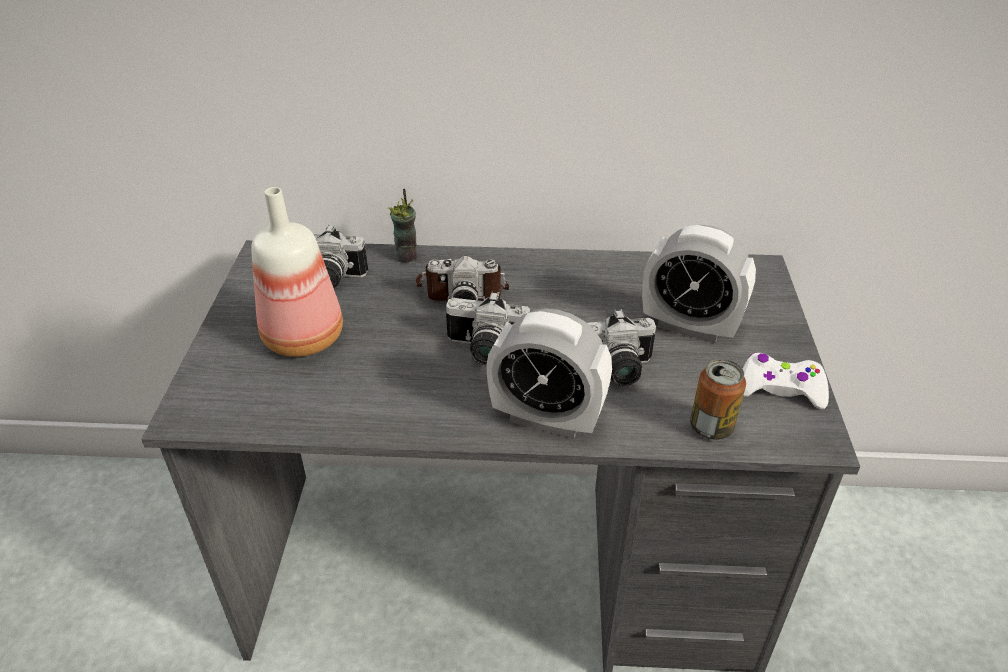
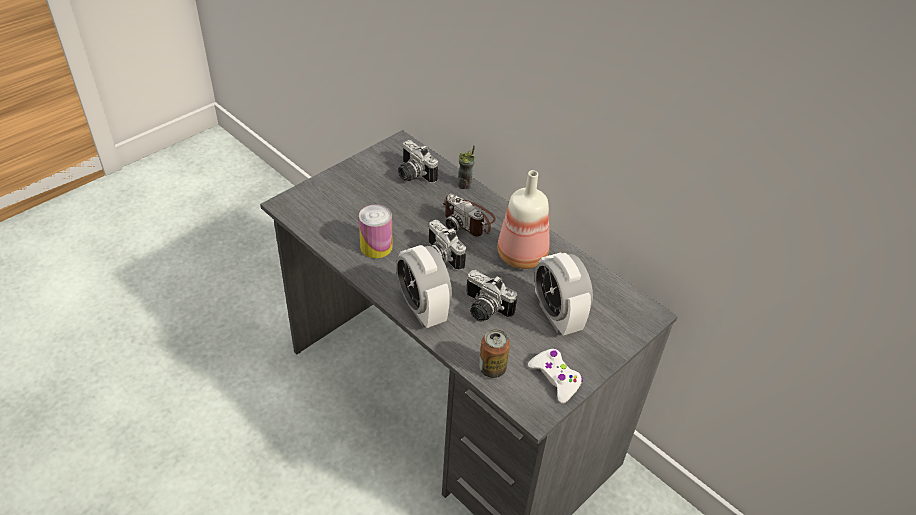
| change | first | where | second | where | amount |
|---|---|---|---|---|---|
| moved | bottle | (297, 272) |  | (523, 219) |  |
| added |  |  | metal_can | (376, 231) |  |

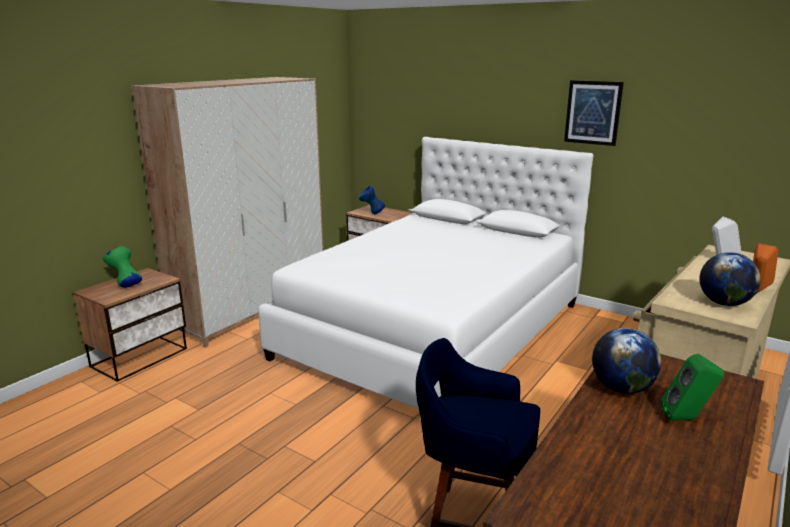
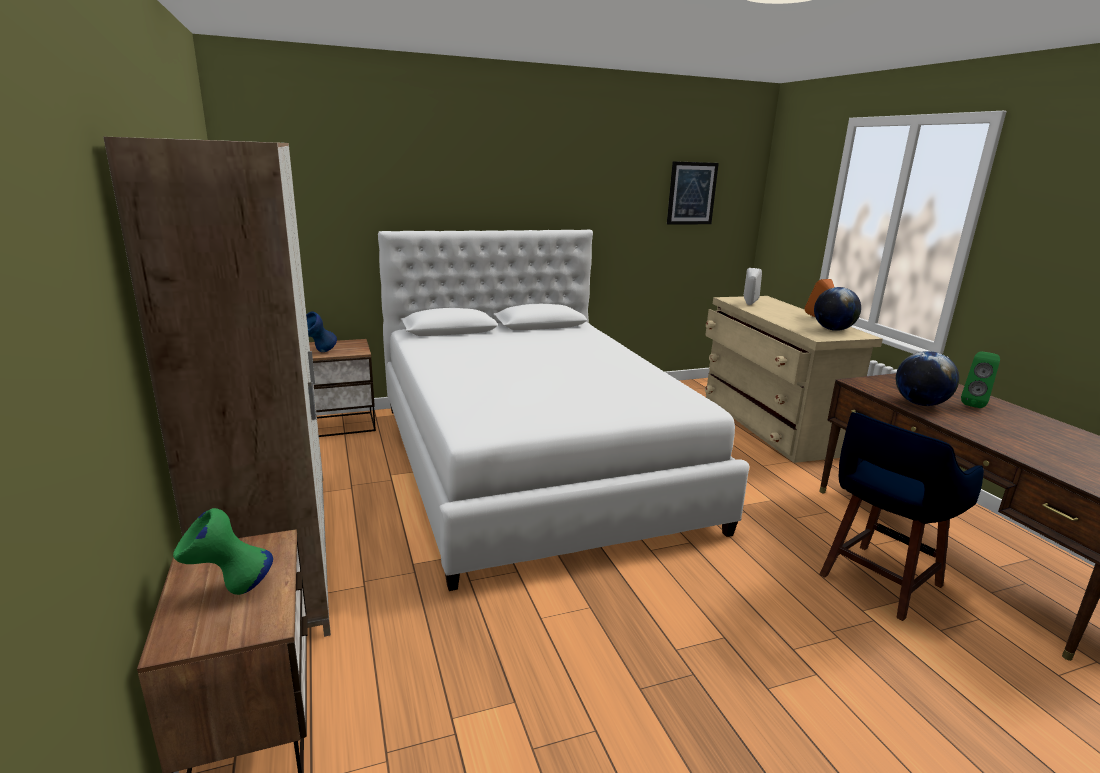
| change | first | where | second | where | amount |
|---|---|---|---|---|---|
| moved | picture | (594, 113) |  | (693, 193) |  |

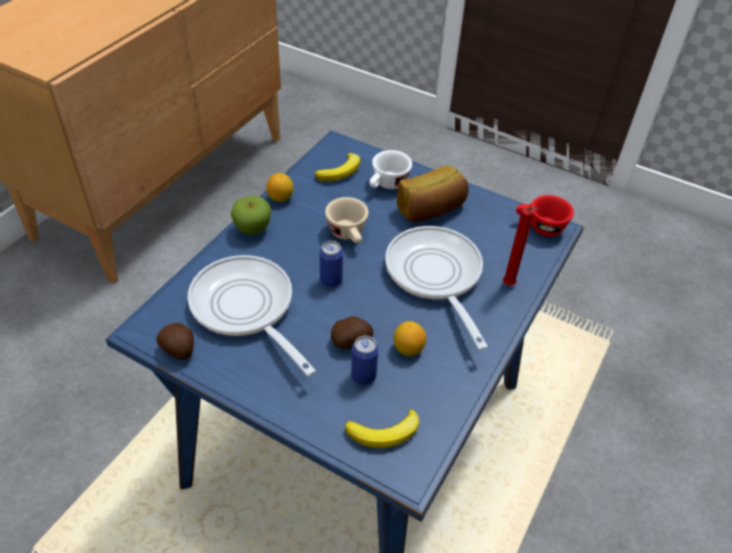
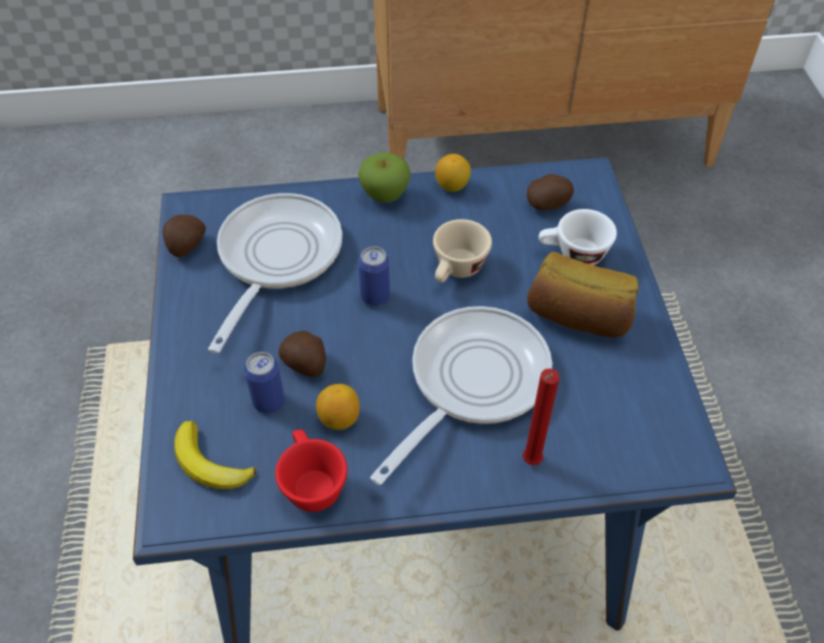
| change | first | where | second | where | amount |
|---|---|---|---|---|---|
| replaced | banana_fruit | (337, 167) | potato | (550, 192) |  |
| moved | red_cup | (545, 216) |  | (311, 470) |  |

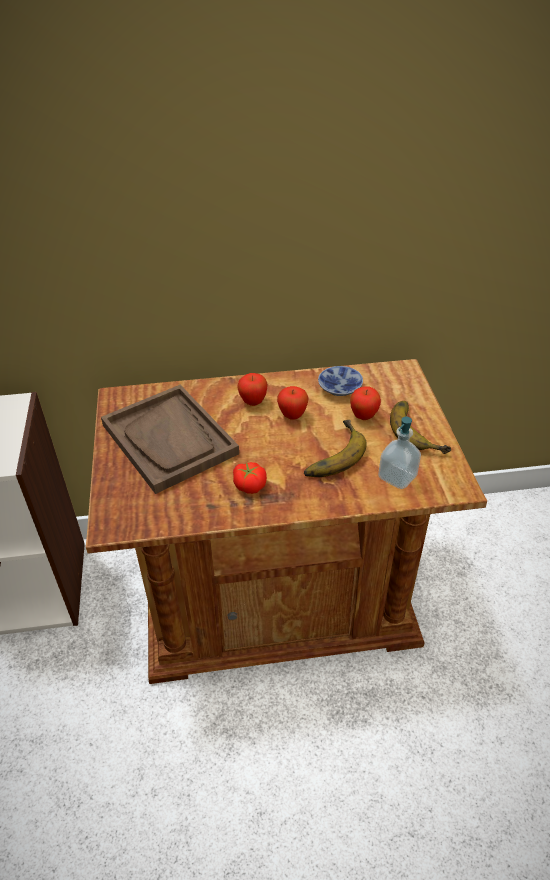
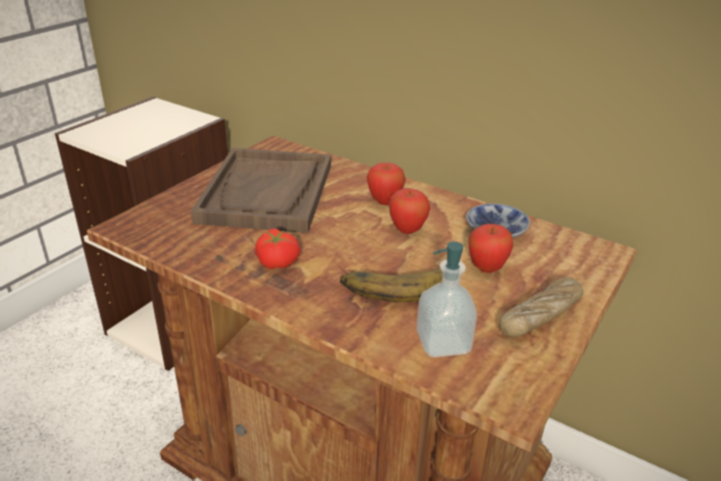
| change | first | where | second | where | amount |
|---|---|---|---|---|---|
| replaced | banana_fruit | (420, 427) | baked_bread | (541, 307) |  |

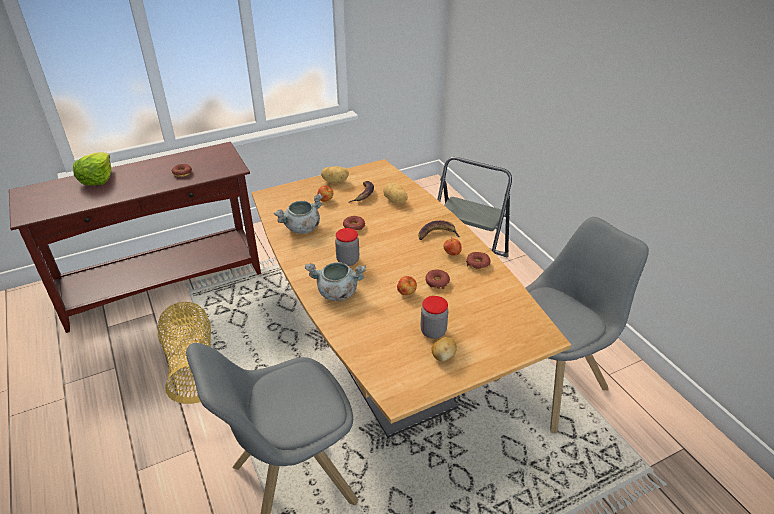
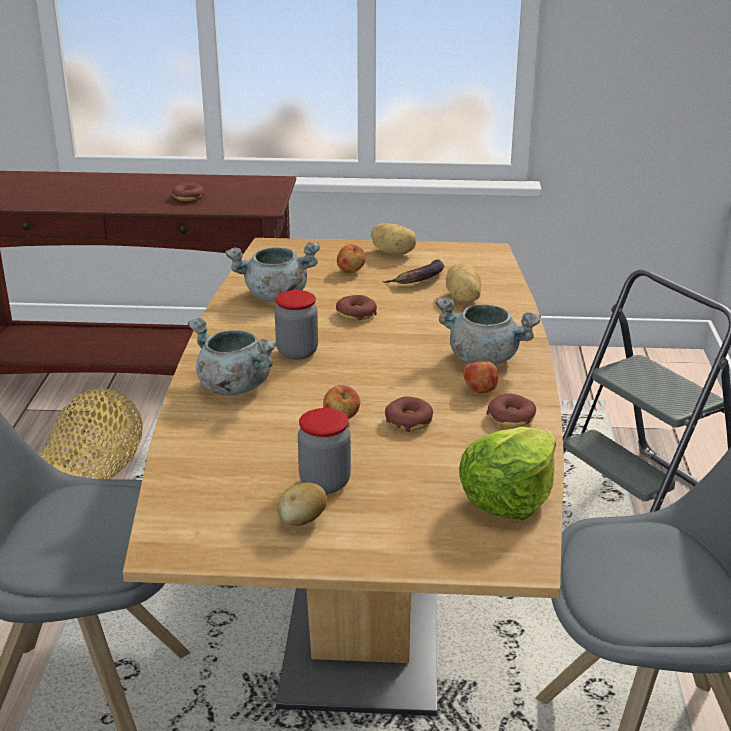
| change | first | where | second | where | amount |
|---|---|---|---|---|---|
| moved | lettuce_head | (92, 168) |  | (507, 473) |  |
| replaced | banana_fruit | (439, 230) | greyish_saucepot | (488, 331) |  |

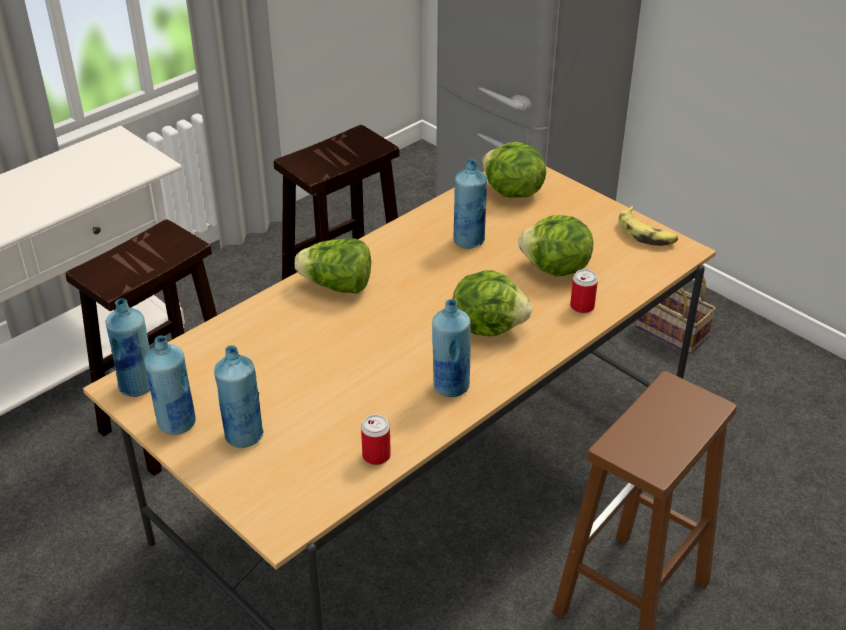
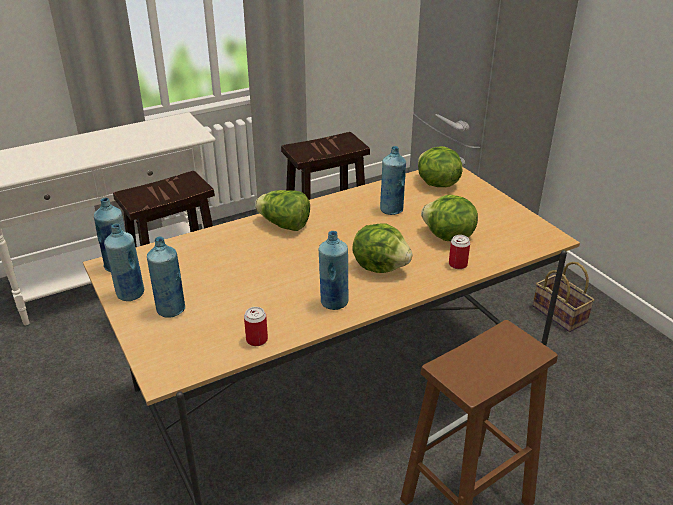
| change | first | where | second | where | amount |
|---|---|---|---|---|---|
| removed | banana_fruit | (648, 226) |  |  |  |

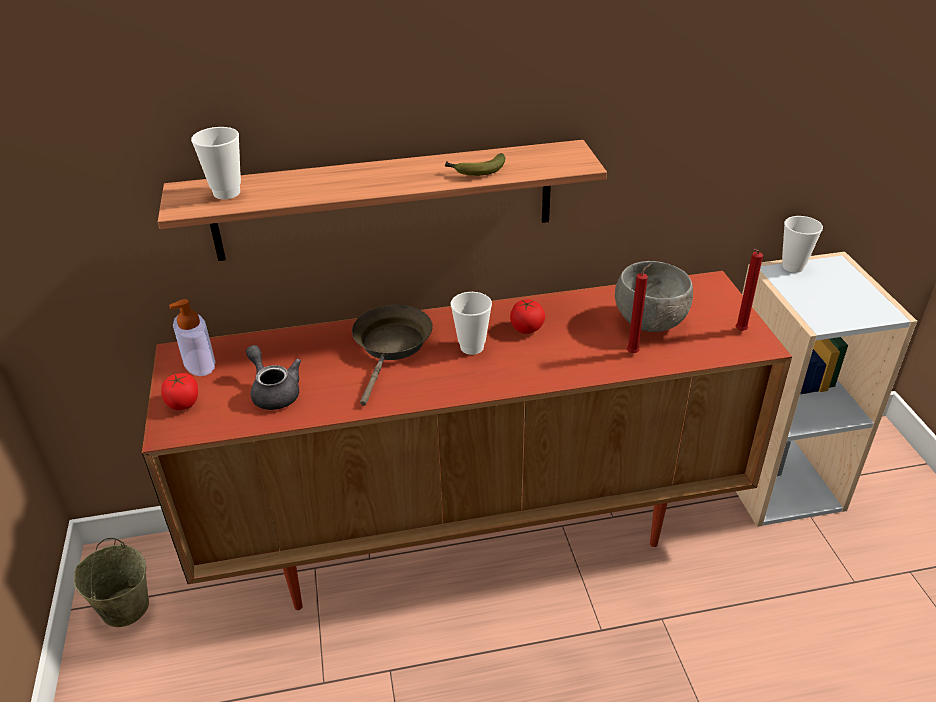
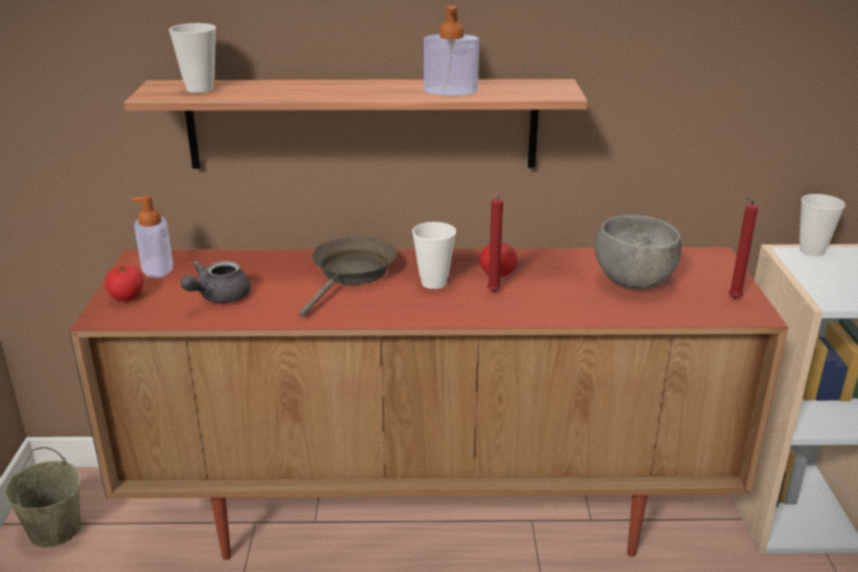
| change | first | where | second | where | amount |
|---|---|---|---|---|---|
| replaced | banana_fruit | (475, 164) | liquid_soap_bottle | (451, 51) |  |
| moved | red_candle | (639, 308) |  | (498, 240) |  |
| turned | greyish_tea_pot | (273, 377) |  | (216, 282) | 120 degrees counterclockwise |

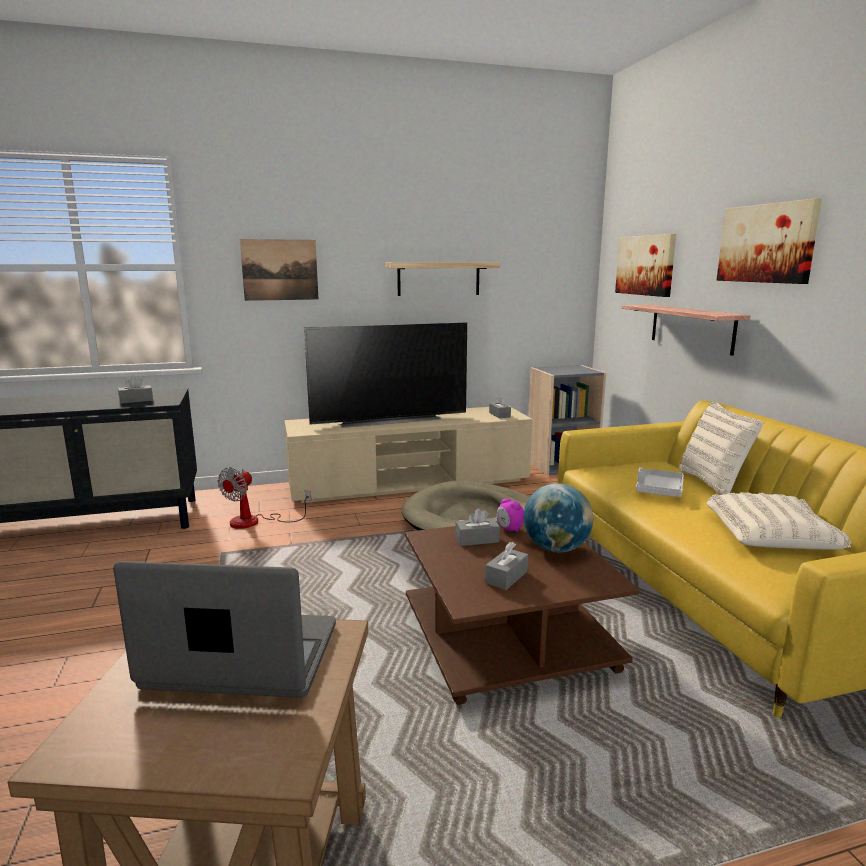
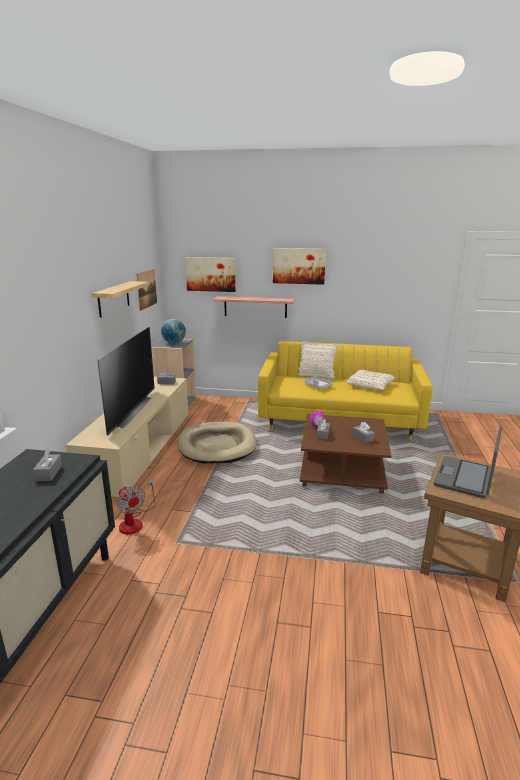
| change | first | where | second | where | amount |
|---|---|---|---|---|---|
| moved | picture | (279, 270) |  | (147, 290) |  |
| moved | globe | (558, 517) |  | (173, 331) |  |

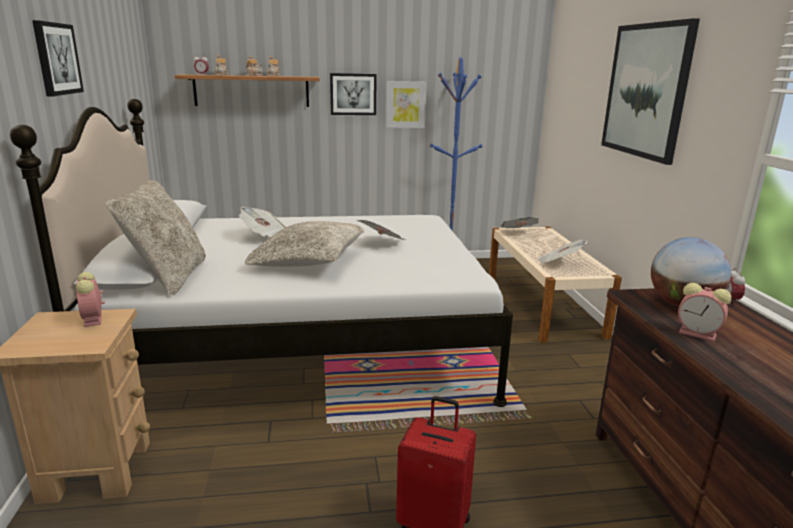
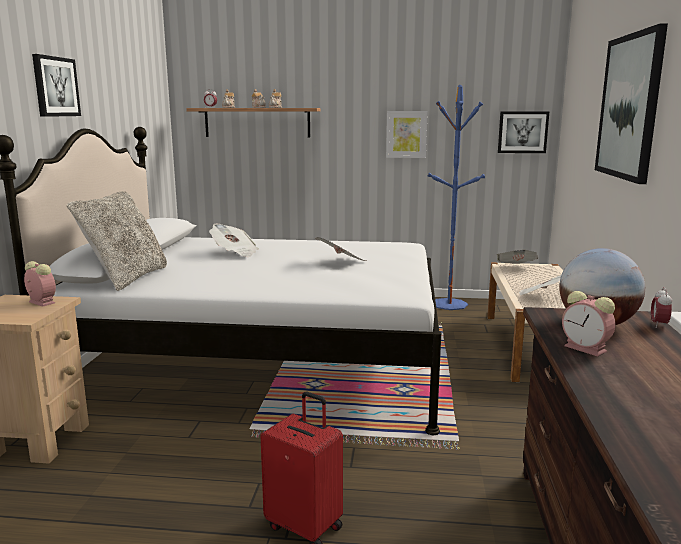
| change | first | where | second | where | amount |
|---|---|---|---|---|---|
| moved | picture | (353, 94) |  | (523, 132) |  |
| removed | beige_throw_pillow | (304, 244) |  |  |  |
| turned | table_clock | (90, 299) |  | (40, 284) | 135 degrees clockwise |

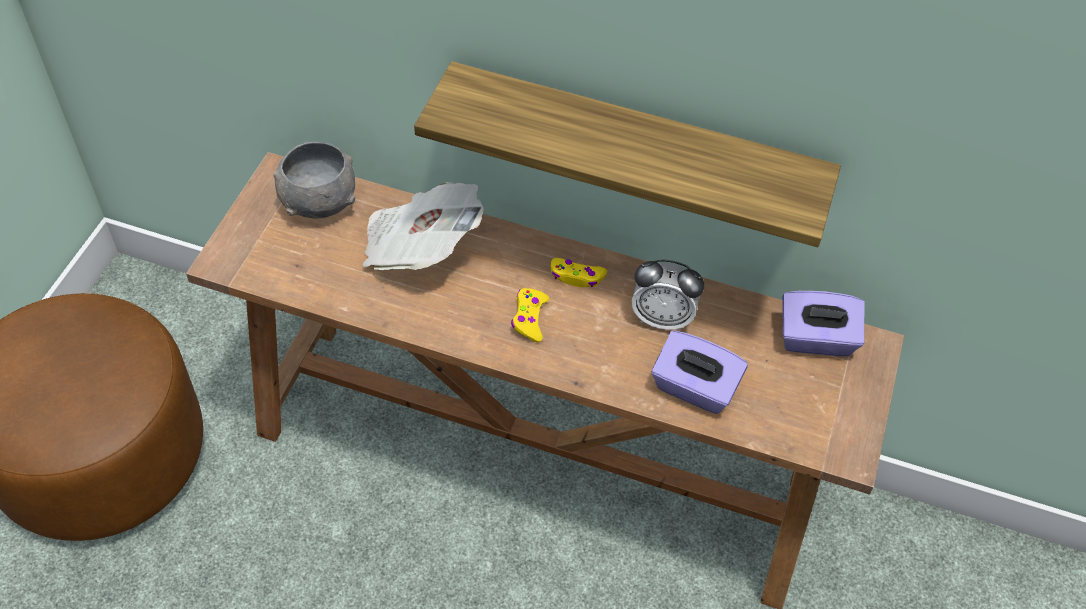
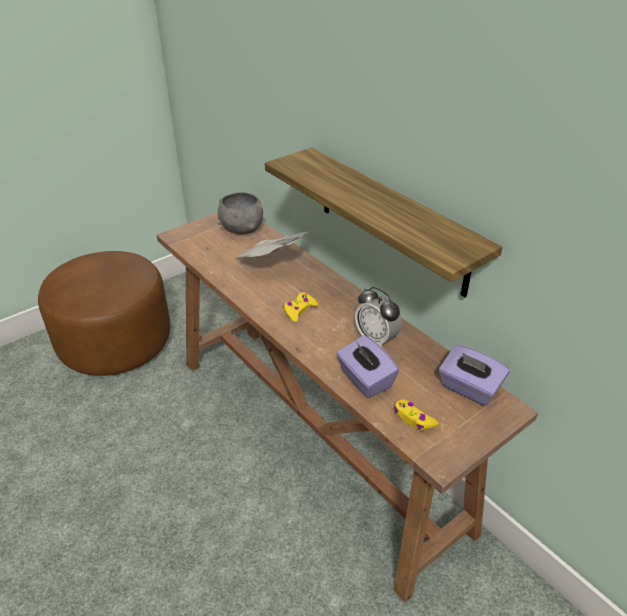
| change | first | where | second | where | amount |
|---|---|---|---|---|---|
| moved | yellow_game_controller | (579, 272) |  | (416, 414) |  |

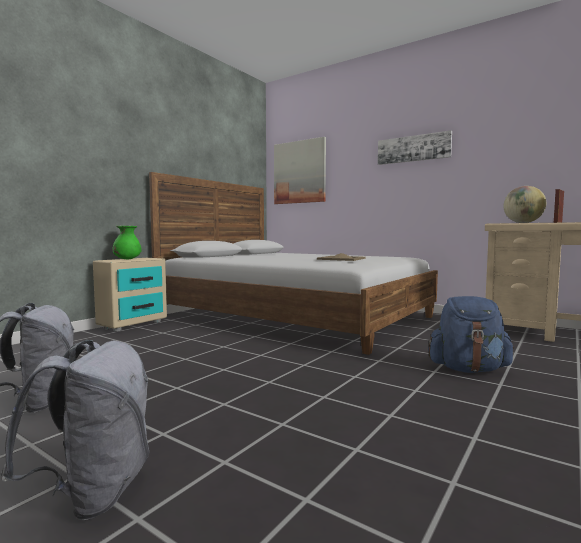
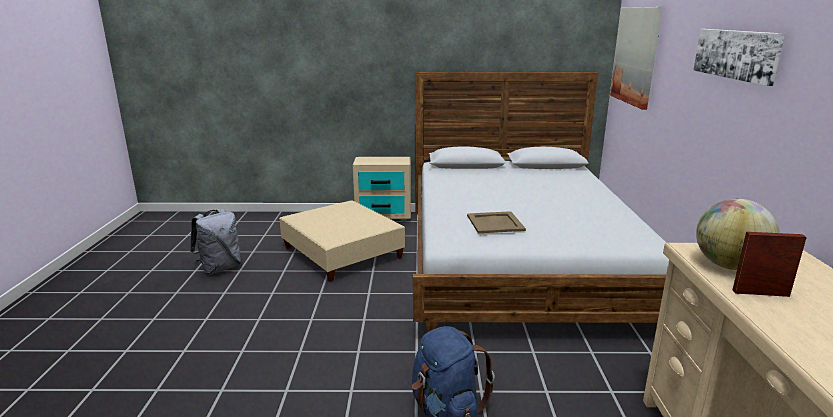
| change | first | where | second | where | amount |
|---|---|---|---|---|---|
| removed | green_decorative_vase | (127, 242) |  |  |  |
| removed | greyish_rucksack | (74, 430) |  |  |  |
| added |  |  | beige_footrest | (342, 241) |  |

